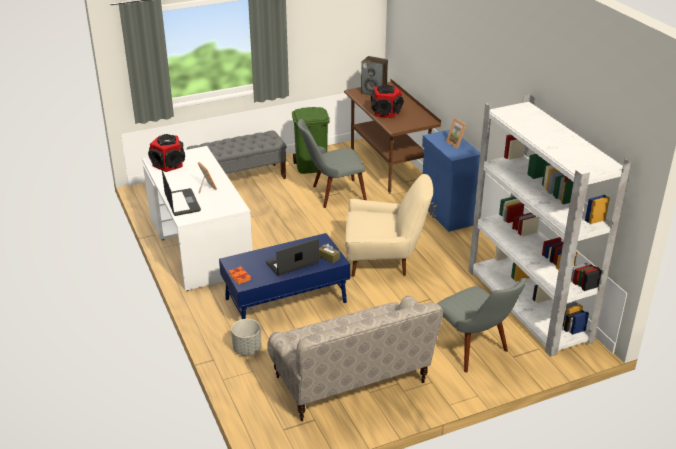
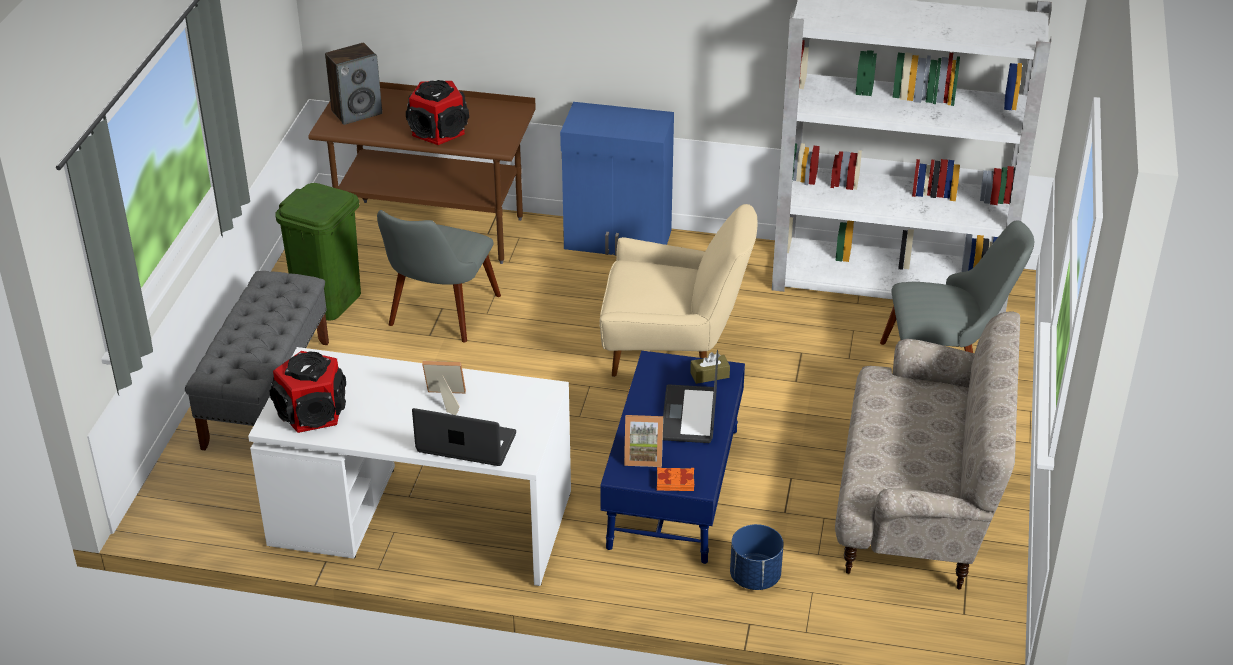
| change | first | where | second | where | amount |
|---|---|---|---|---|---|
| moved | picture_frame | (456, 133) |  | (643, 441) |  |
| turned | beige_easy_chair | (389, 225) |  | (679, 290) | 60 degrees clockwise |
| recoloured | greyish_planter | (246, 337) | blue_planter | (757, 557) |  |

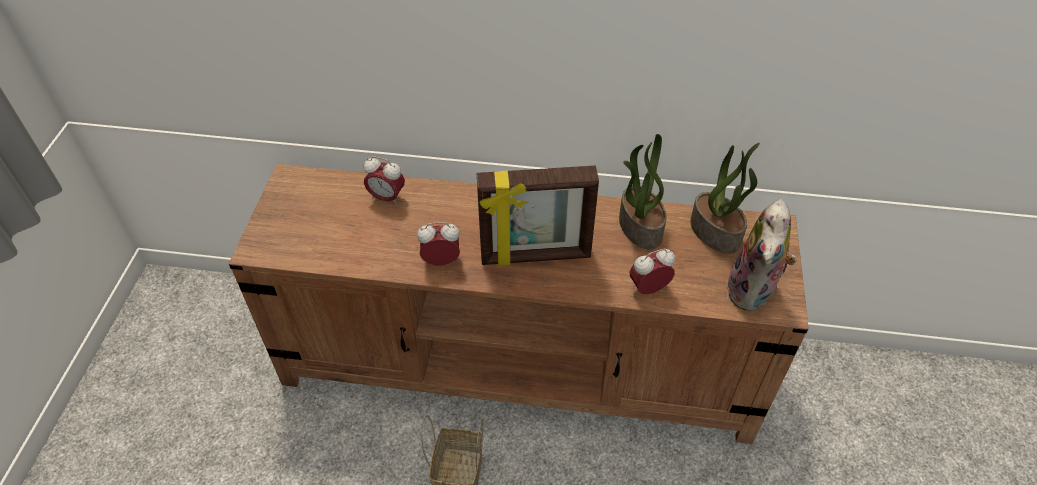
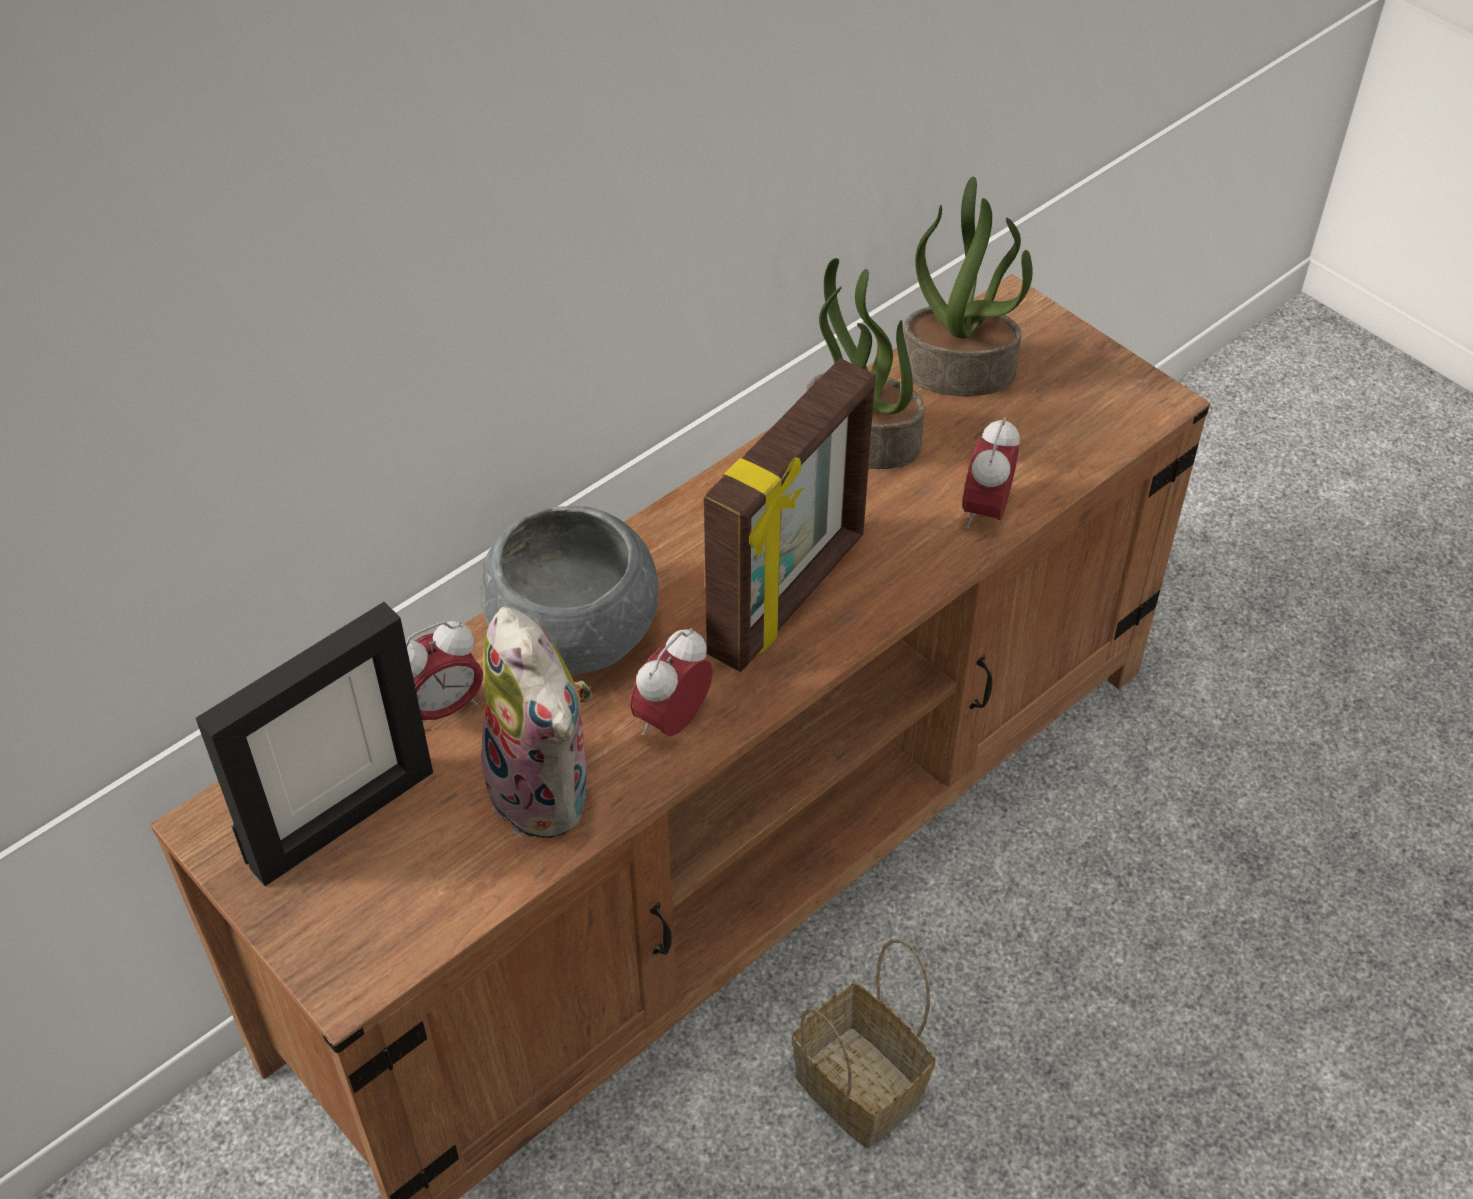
| change | first | where | second | where | amount |
|---|---|---|---|---|---|
| moved | soft_toy | (761, 255) |  | (534, 722) |  |
| added |  |  | greyish_deep_dish | (568, 590) |  |
| added |  |  | picture_frame | (314, 744) |  |

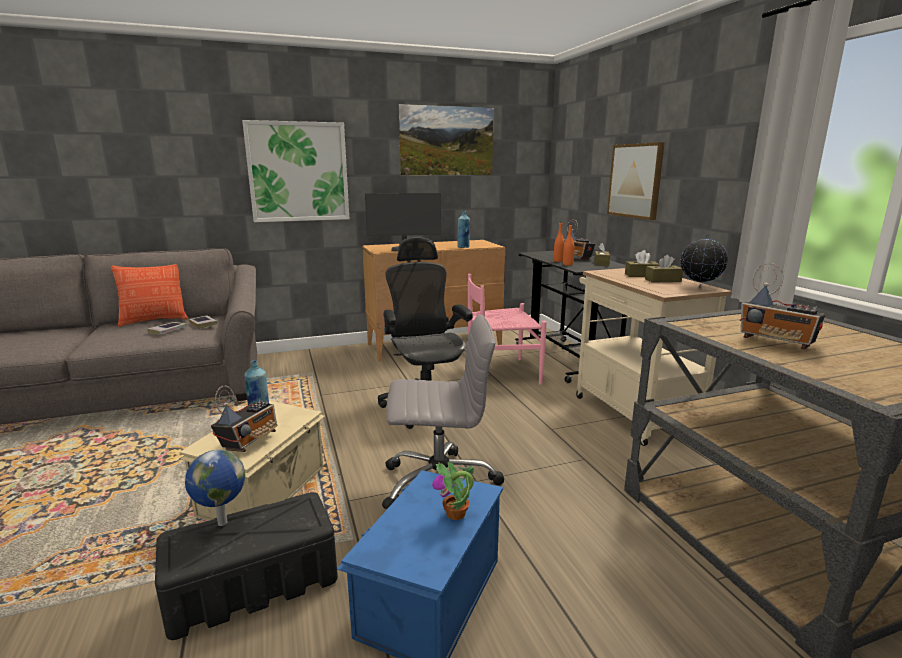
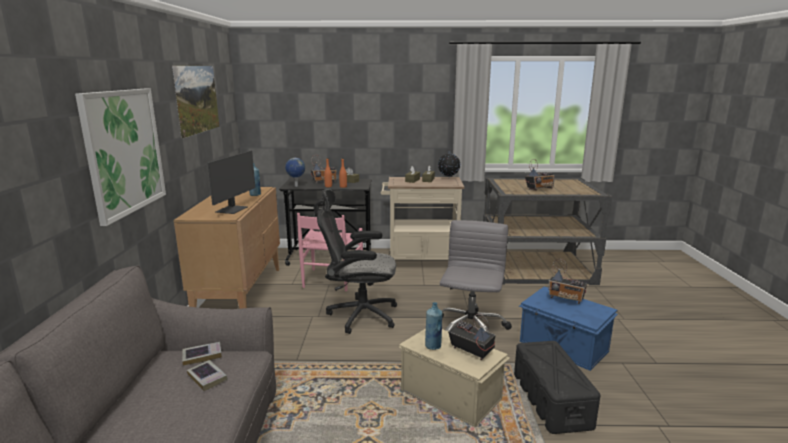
| change | first | where | second | where | amount |
|---|---|---|---|---|---|
| removed | picture | (636, 181) |  |  |  |
| removed | orangey_throw_pillow | (149, 295) |  |  |  |
| moved | globe | (215, 488) |  | (295, 172) |  |
| replaced | potted_plant | (453, 491) | radio_receiver | (567, 281) |  |

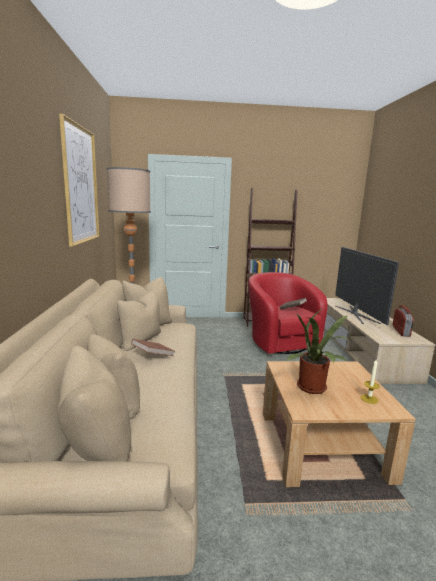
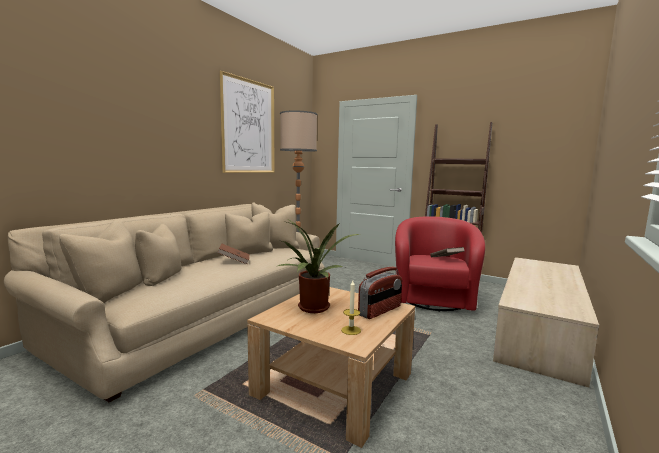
| change | first | where | second | where | amount |
|---|---|---|---|---|---|
| removed | TV | (367, 286) |  |  |  |
| moved | radio_receiver | (403, 321) |  | (380, 293) |  |

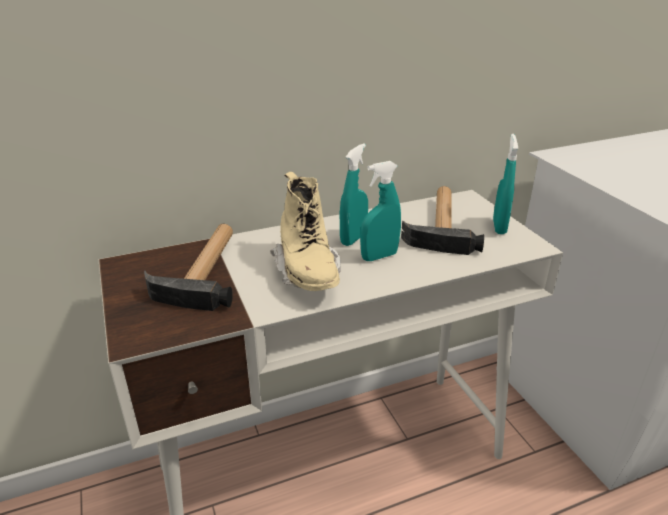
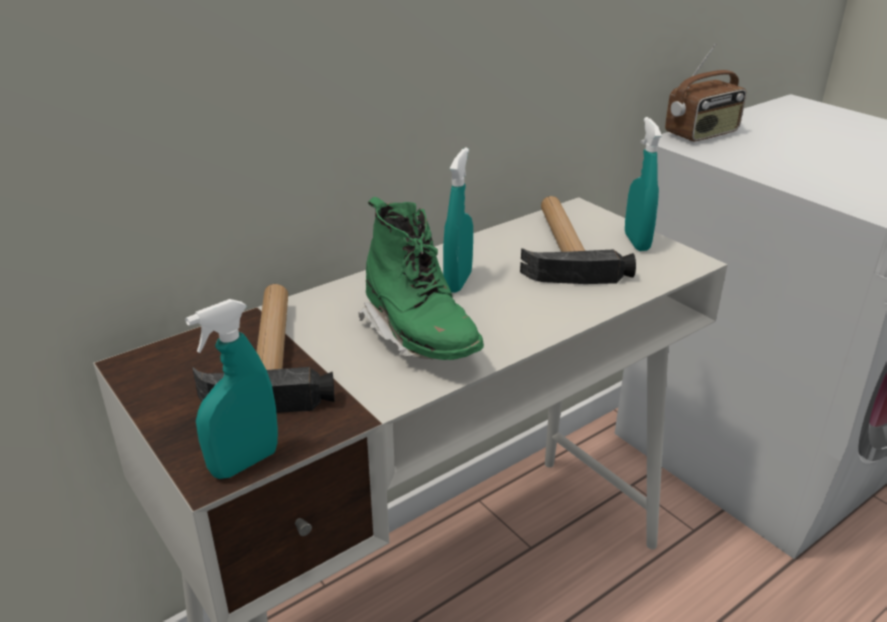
| change | first | where | second | where | amount |
|---|---|---|---|---|---|
| moved | turquoise_hand_sprayer | (380, 211) |  | (231, 389) |  |
| recoloured | beige_high-top_boot | (305, 231) | green_high-top_boot | (421, 278) |  |
| added |  |  | radio_receiver | (705, 92) |  |

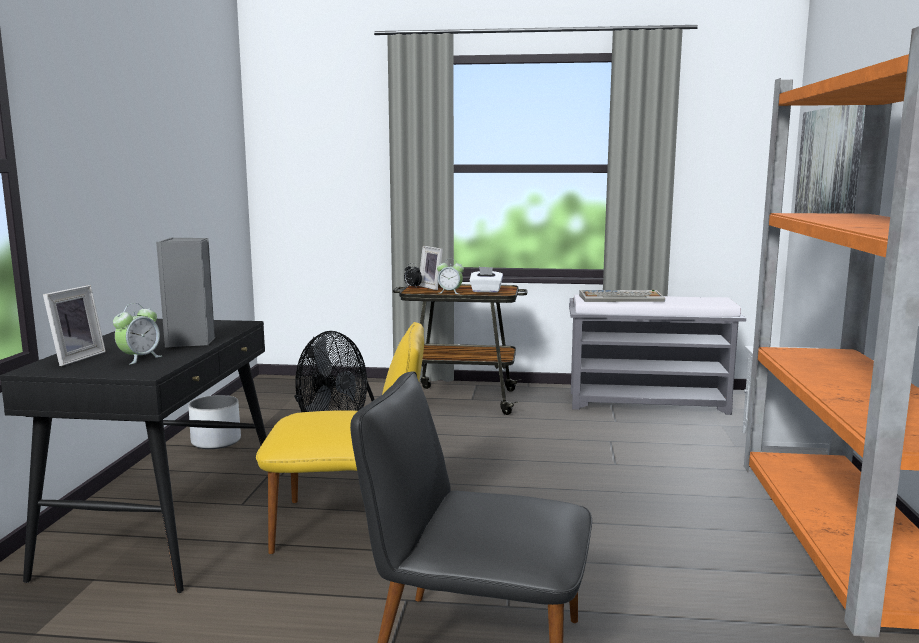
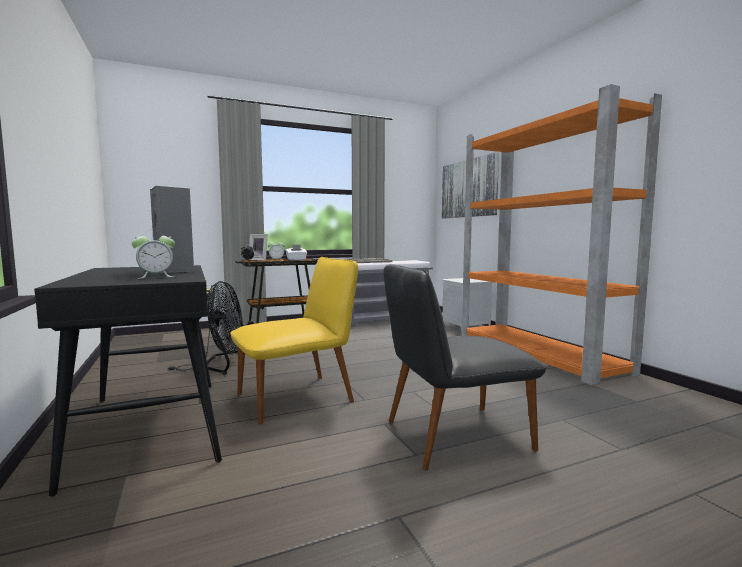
| change | first | where | second | where | amount |
|---|---|---|---|---|---|
| removed | picture_frame | (74, 325) |  |  |  |
| turned | table_clock | (137, 333) |  | (153, 254) | 60 degrees clockwise |
| removed | white_planter | (214, 422) |  |  |  |

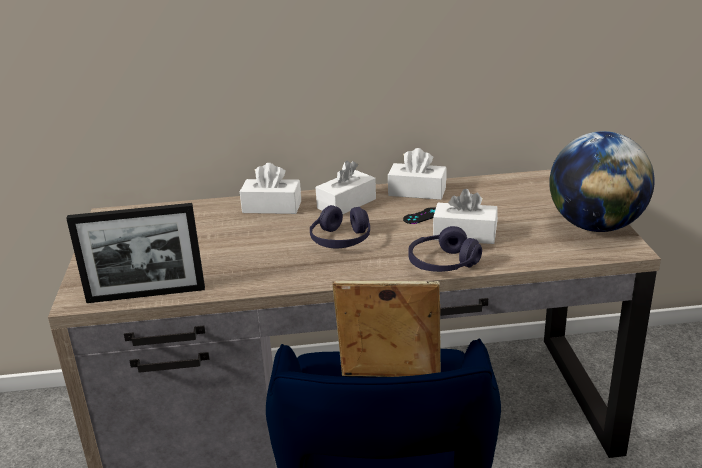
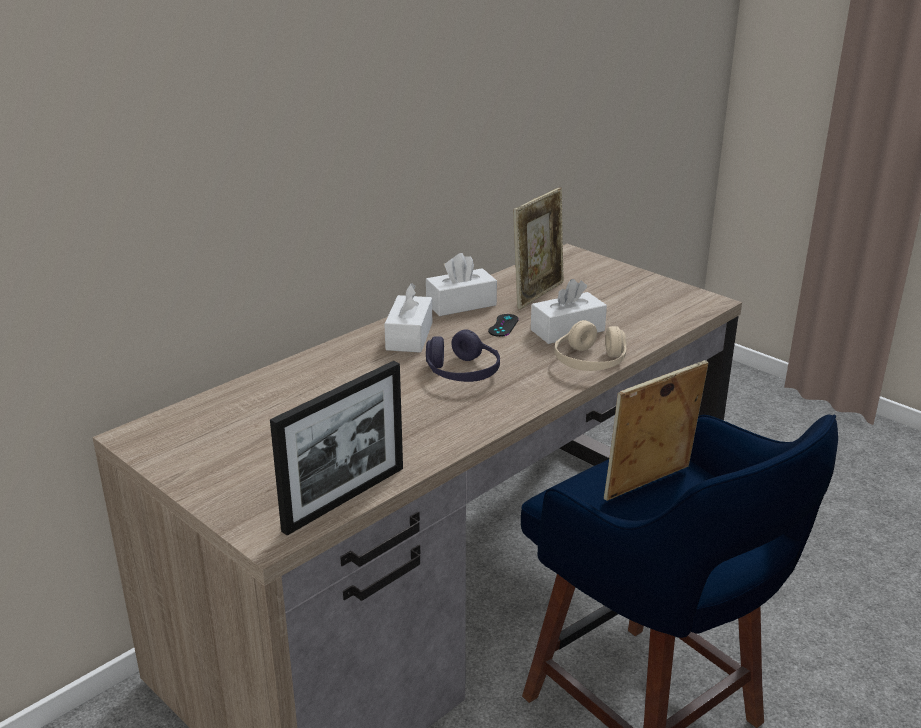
| change | first | where | second | where | amount |
|---|---|---|---|---|---|
| removed | globe | (601, 181) |  |  |  |
| removed | white_tissue_holder | (270, 188) |  |  |  |
| recoloured | purple-coloured_pair_of_headphones | (445, 249) | beige_pair_of_headphones | (590, 345) |  |
| added |  |  | picture_frame | (538, 248) |  |

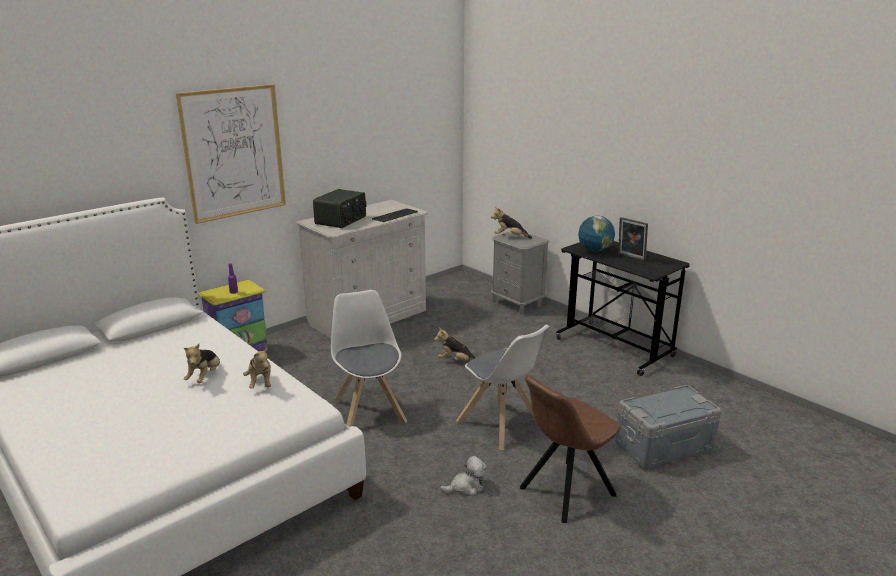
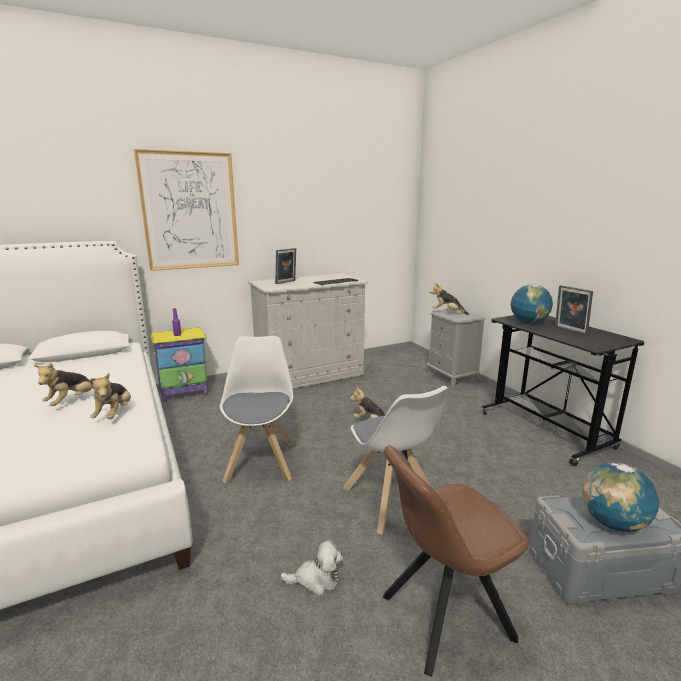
| change | first | where | second | where | amount |
|---|---|---|---|---|---|
| replaced | radio_receiver | (339, 208) | picture_frame | (285, 266) |  |
| added |  |  | globe | (620, 497) |  |

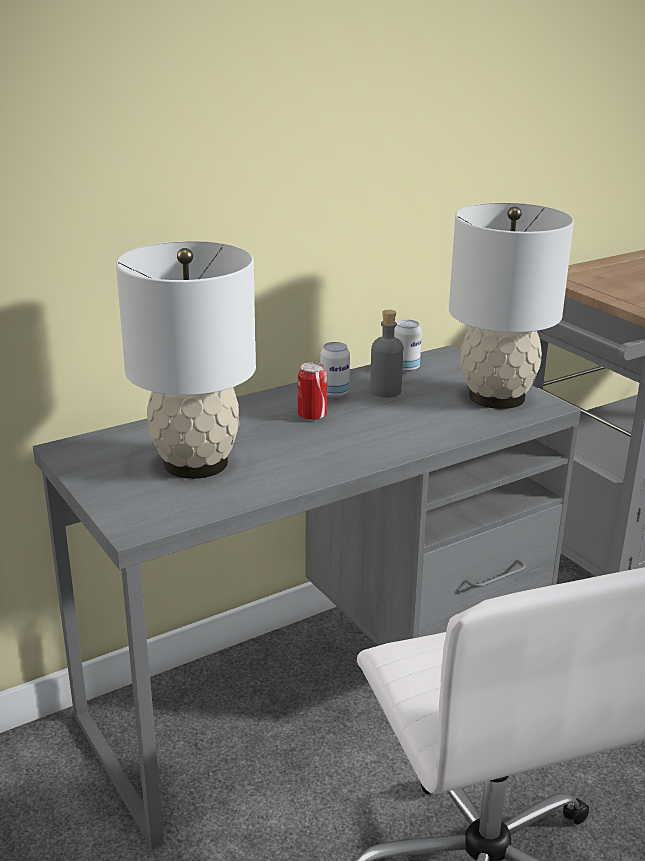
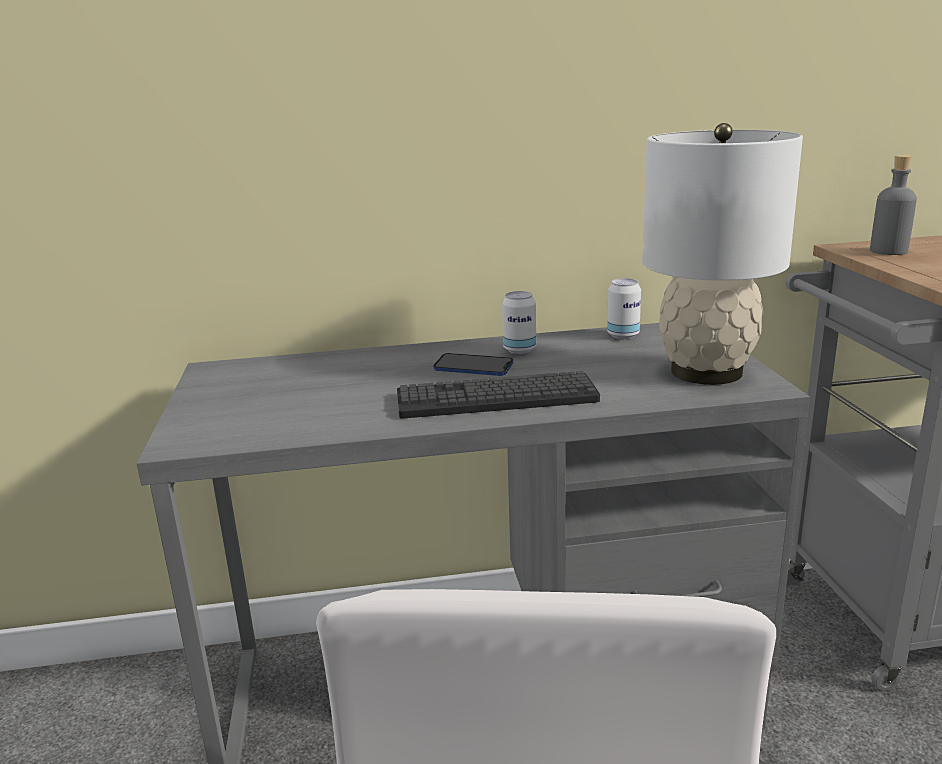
| change | first | where | second | where | amount |
|---|---|---|---|---|---|
| removed | white_tabletop_lamp | (186, 360) |  |  |  |
| moved | greyish_bottle | (387, 354) |  | (893, 205) |  |
| replaced | metal_can | (312, 391) | phone | (473, 364) |  |
| added |  |  | PC_keyboard | (498, 395) |  |

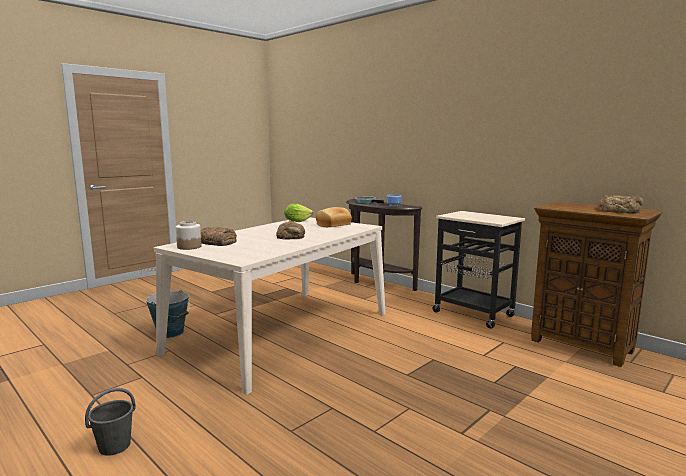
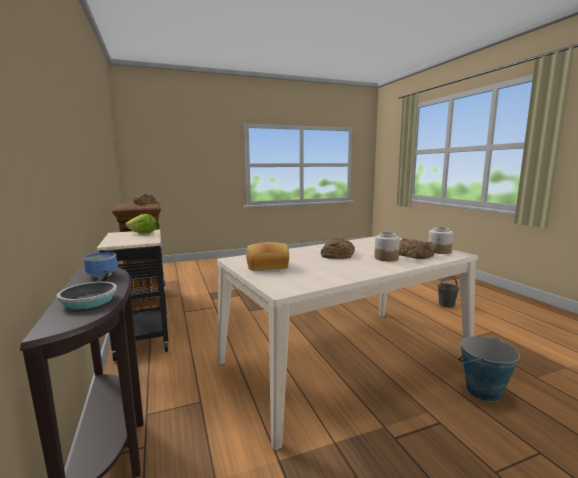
| change | first | where | second | where | amount |
|---|---|---|---|---|---|
| moved | lettuce_head | (299, 213) |  | (141, 223) |  |
| added |  |  | jar | (387, 246) |  |

